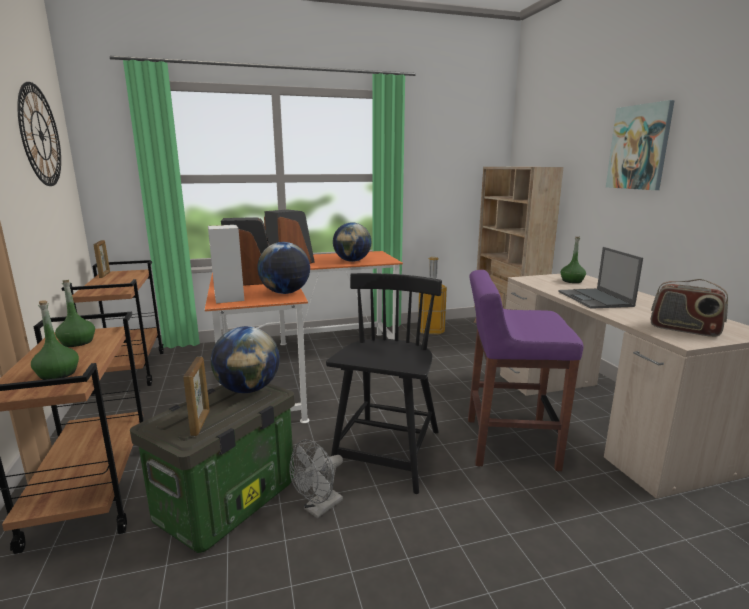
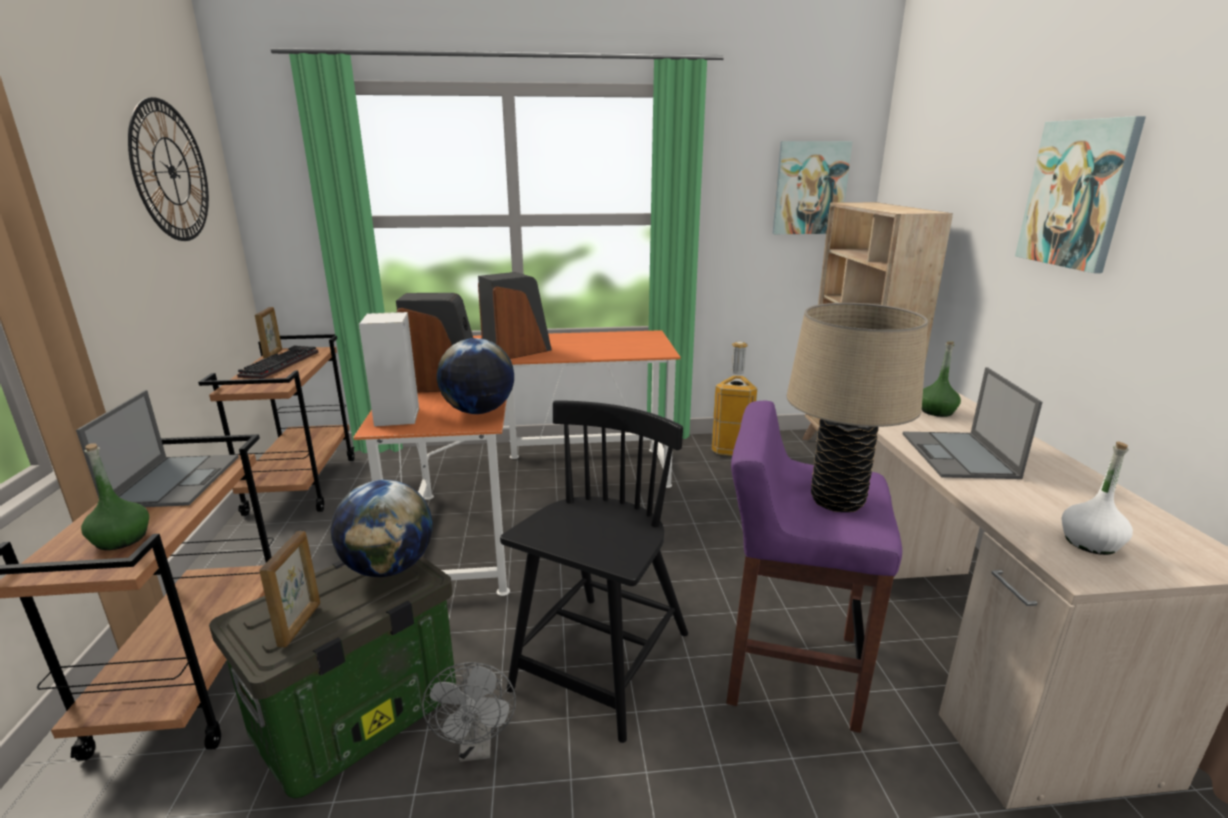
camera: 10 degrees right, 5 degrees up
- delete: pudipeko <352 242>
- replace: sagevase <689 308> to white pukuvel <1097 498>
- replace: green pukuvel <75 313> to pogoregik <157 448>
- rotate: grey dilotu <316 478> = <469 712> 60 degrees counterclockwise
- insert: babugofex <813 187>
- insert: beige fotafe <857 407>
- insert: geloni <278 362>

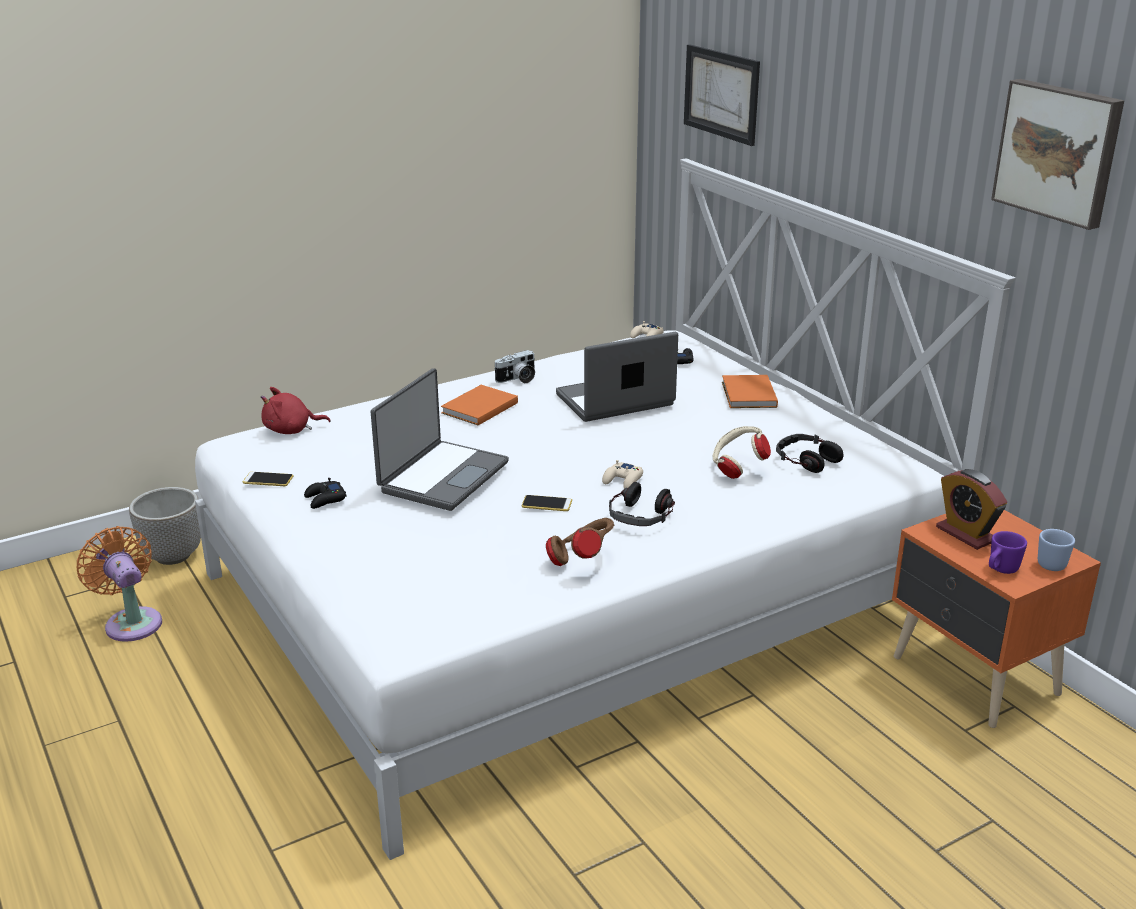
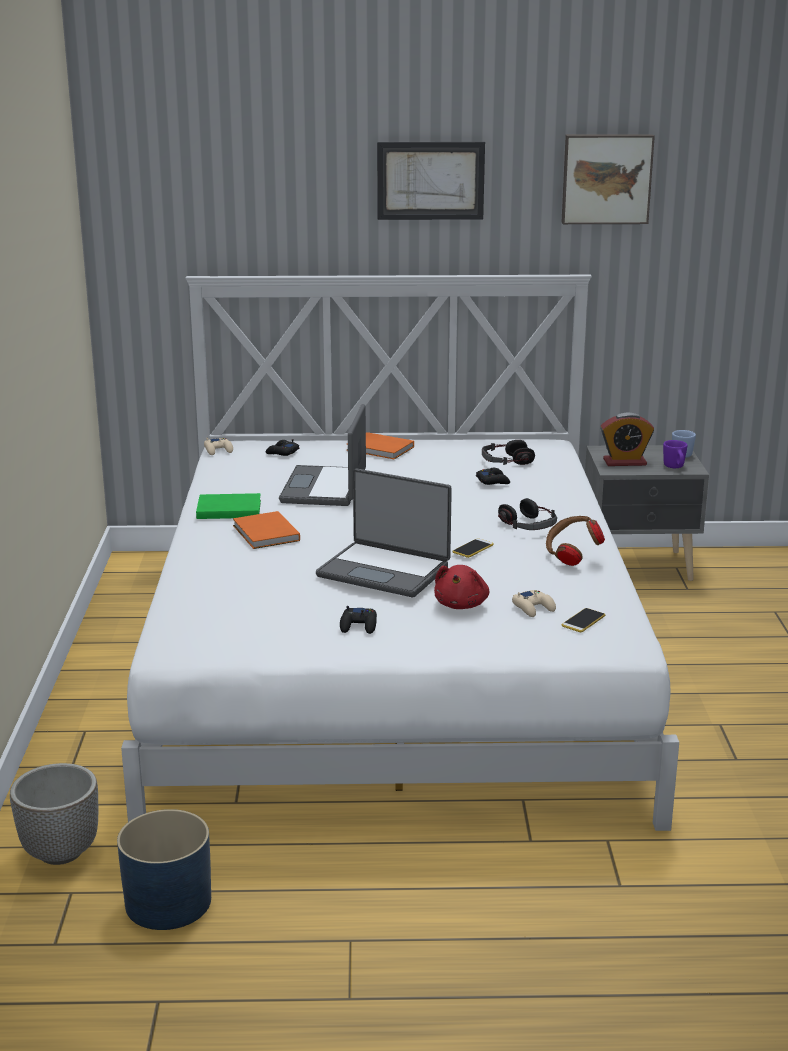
camera: 60 degrees left, 5 degrees down
- move: babugofex <722 95> to <431 181>
- replace: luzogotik <514 366> to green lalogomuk <228 506>
- rotate: pogoregik <440 439> = <384 532> 150 degrees clockwise
- move: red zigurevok <295 410> to <461 587>
- replace: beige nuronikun <742 452> to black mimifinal <493 476>
- move: beige mimifinal <622 474> to <534 603>
- move: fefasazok <268 479> to <583 620>
- recolor: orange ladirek <996 619> to grey ladirek <647 513>
- replace: orange dilotu <119 584> to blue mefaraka <164 869>

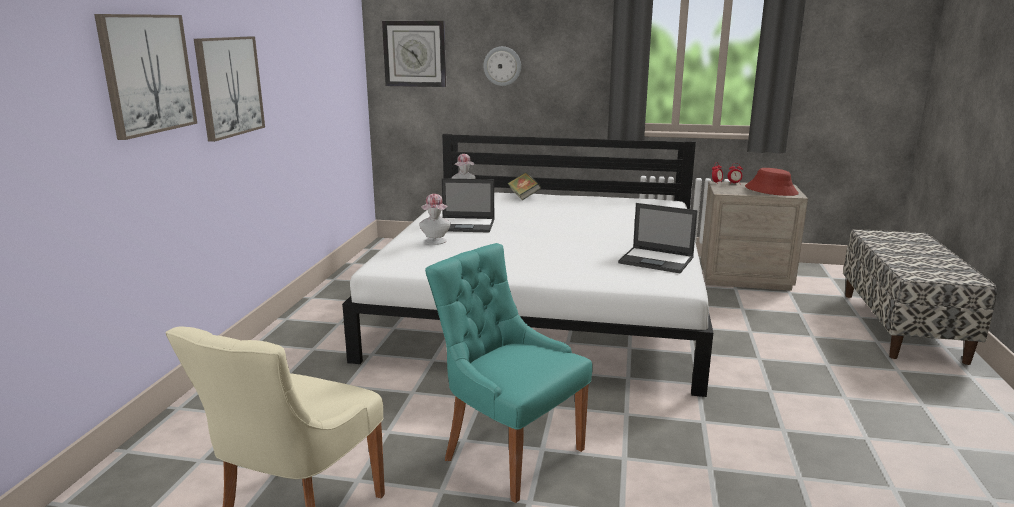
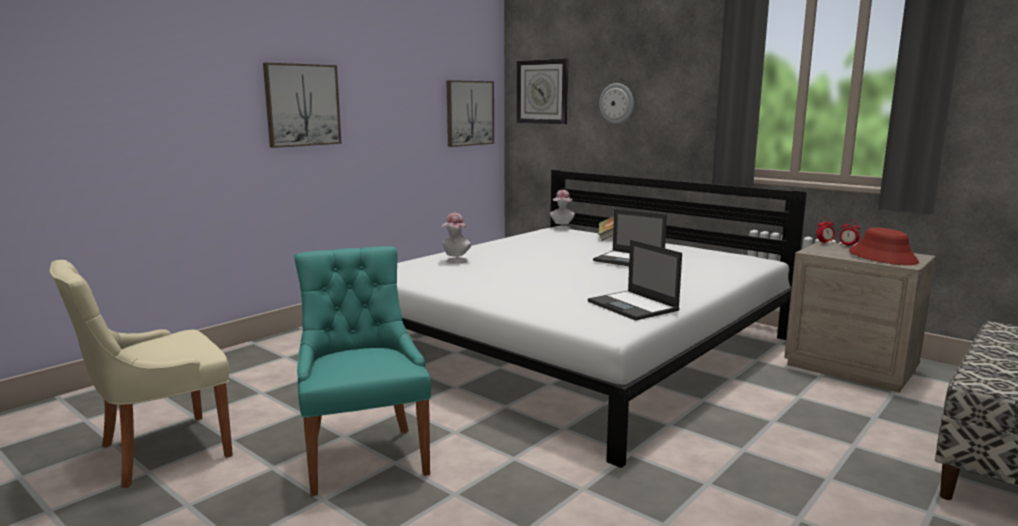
camera: 30 degrees right, 5 degrees down
- move: babugofex <145 77> to <470 113>
- move: pogoregik <468 205> to <630 237>

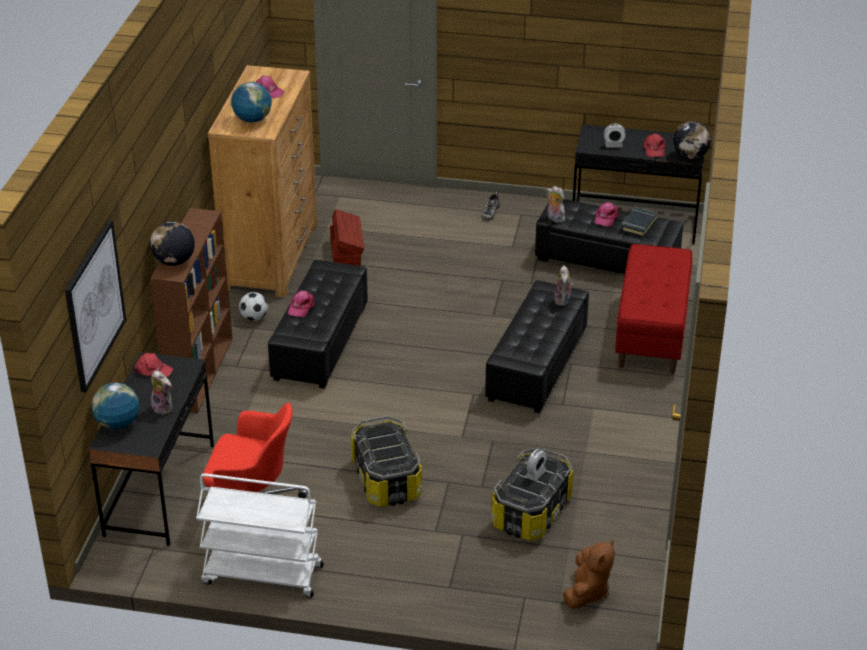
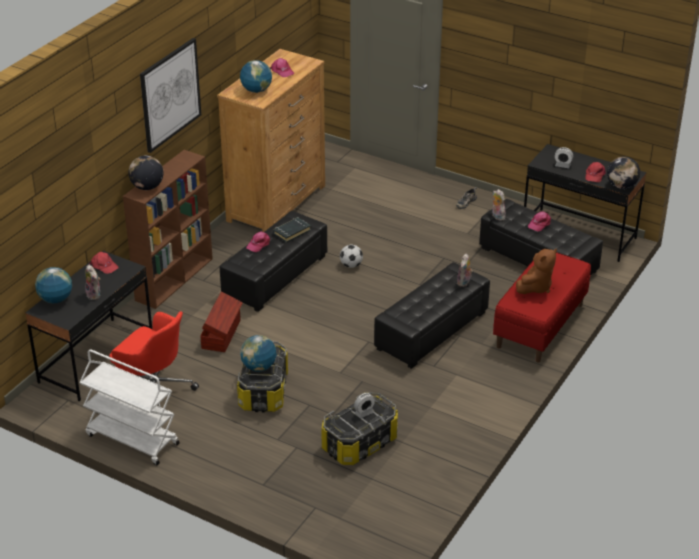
camera: 20 degrees right, 0 degrees up
- move: black lalogomuk <639 222> to <292 230>
- move: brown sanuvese <347 237> to <221 322>
- move: babugofex <95 306> to <170 95>
- move: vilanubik <253 306> to <351 256>
- move: brown zigurevok <589 574> to <536 271>
- insert: pudipeko <258 353>

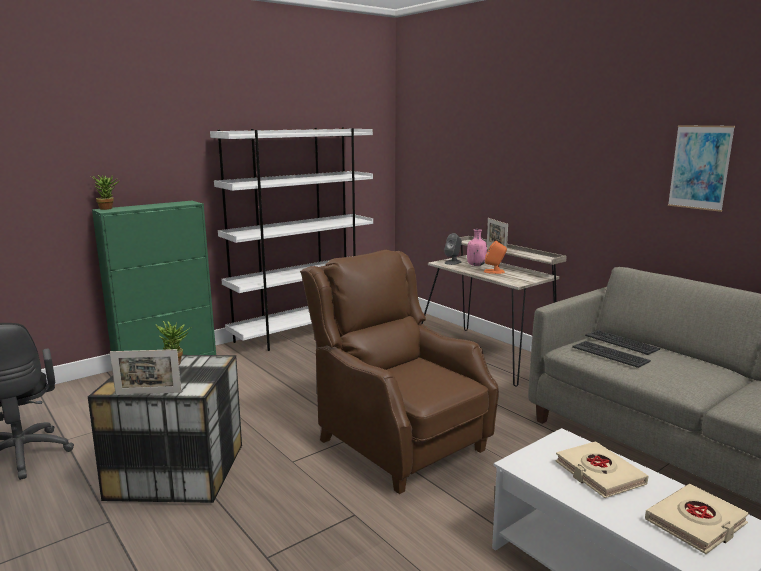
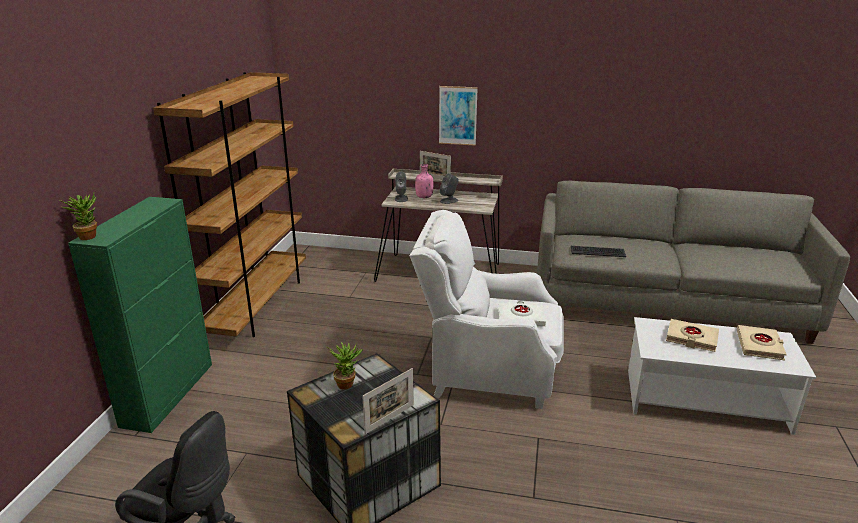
camera: 40 degrees left, 10 degrees up
- move: babugofex <701 168> to <458 116>
- recolor: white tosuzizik <291 239> to brown tosuzizik <229 204>
- recolor: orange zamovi <495 257> to grey zamovi <449 188>
- recolor: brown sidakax <399 372> to white sidakax <486 309>
- delete: geloni <622 342>
- insert: white lalogomuk <522 313>

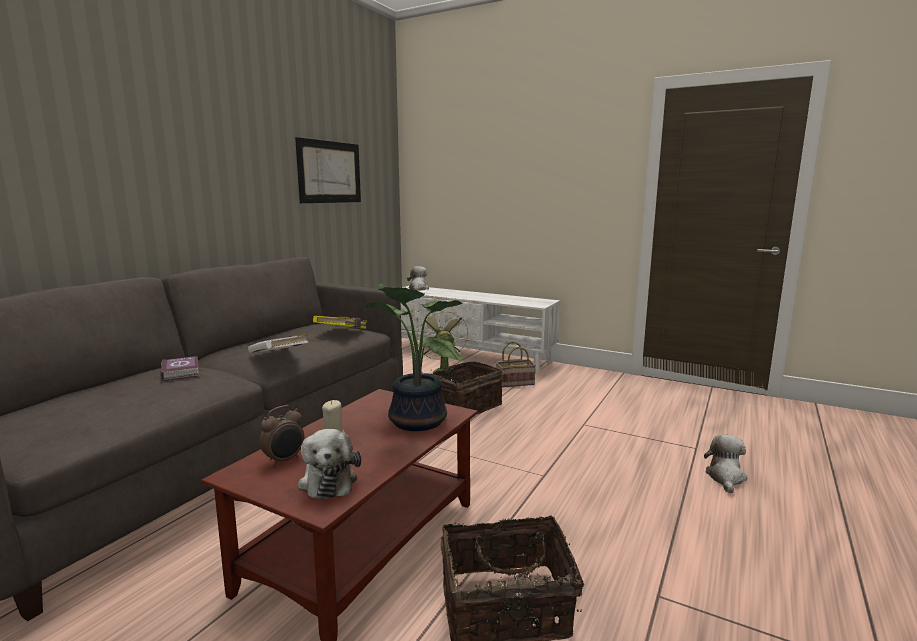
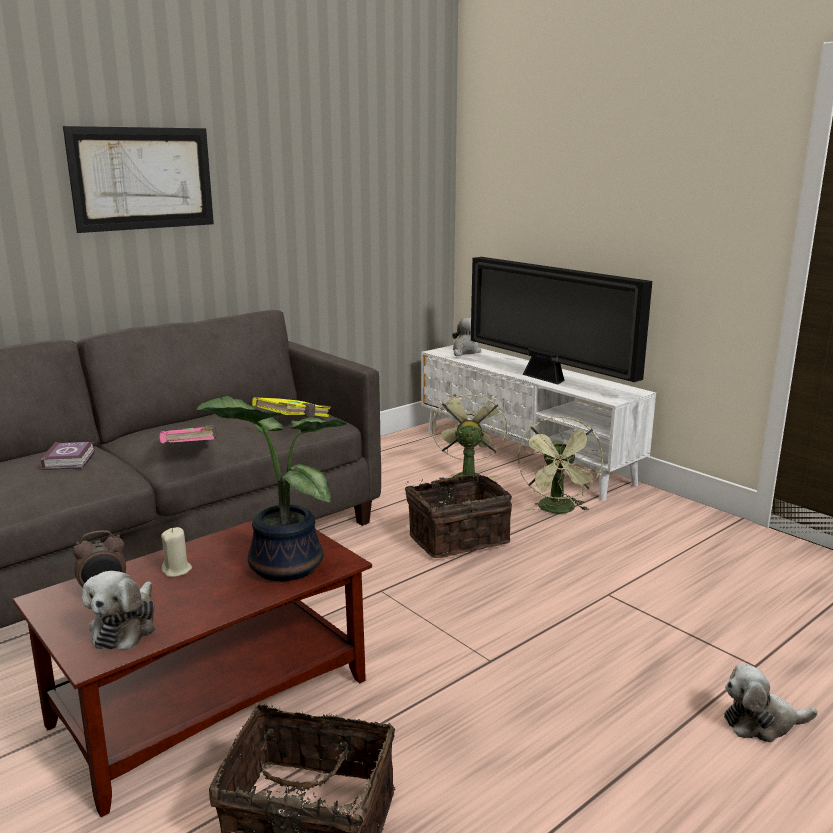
camera: 20 degrees right, 5 degrees up
- move: babugofex <328 170> to <138 179>
- recolor: white lalogomuk <278 343> to pink lalogomuk <188 434>
- replace: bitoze <516 365> to green dilotu <560 465>
- rotate: zigurevok <725 464> = <771 703> 135 degrees counterclockwise
- insert: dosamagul <561 321>

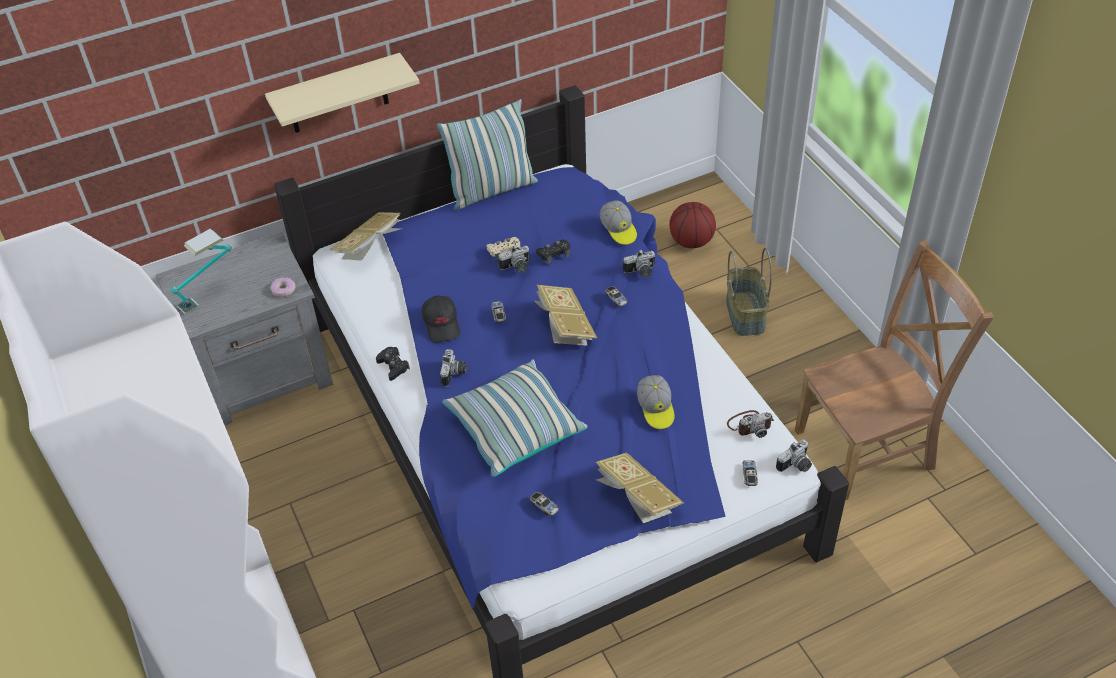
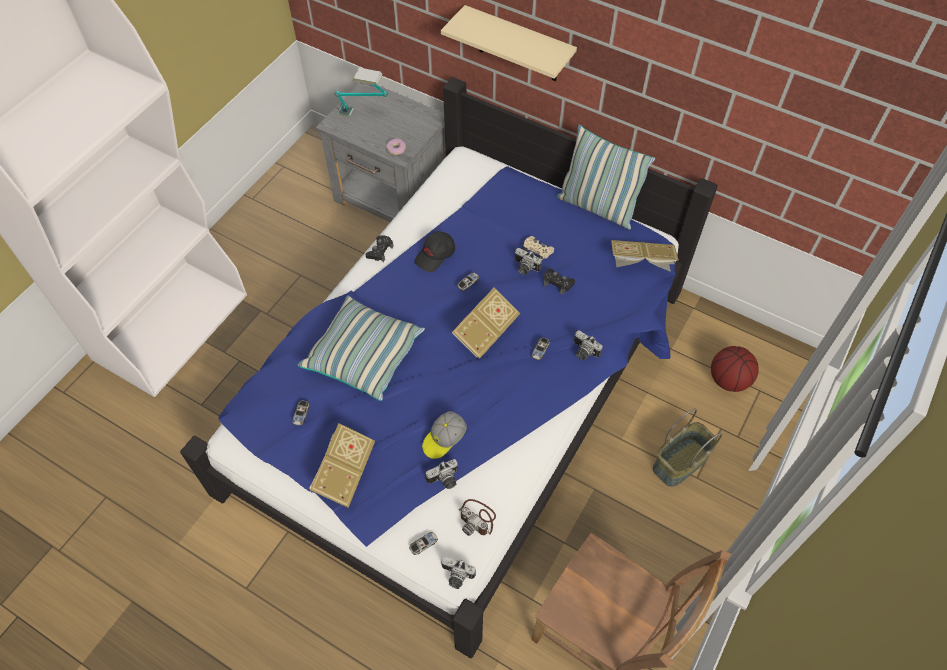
camera: 55 degrees right, 10 degrees up
- delete: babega <618 222>
- move: lalogomuk <365 236> to <645 256>
- move: luzogotik <453 368> to <441 474>

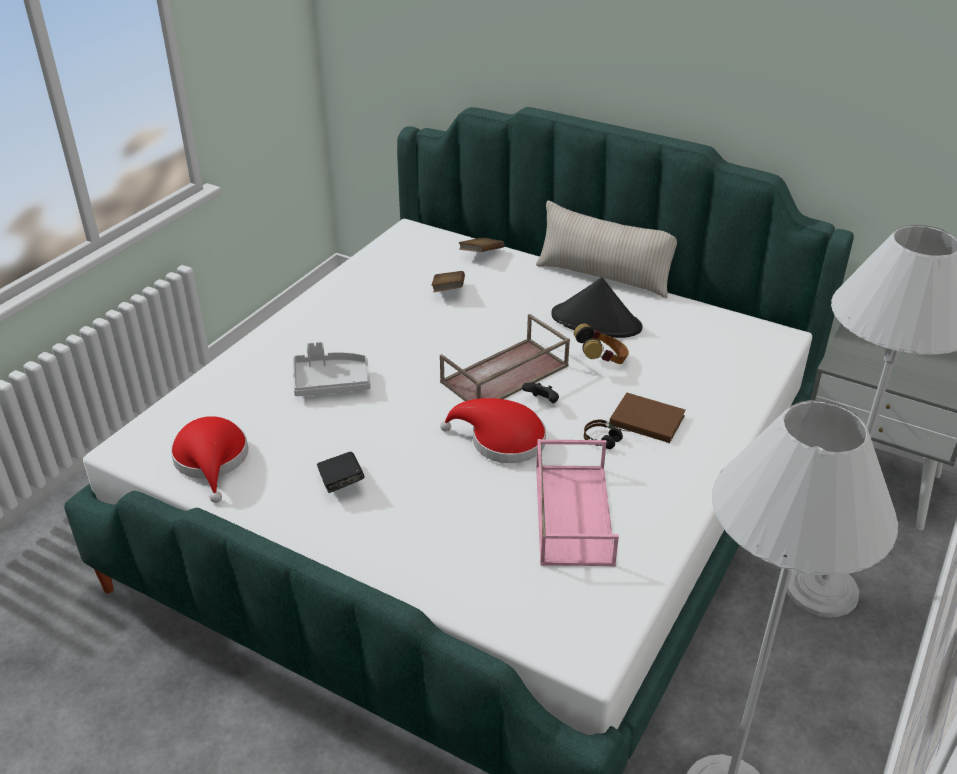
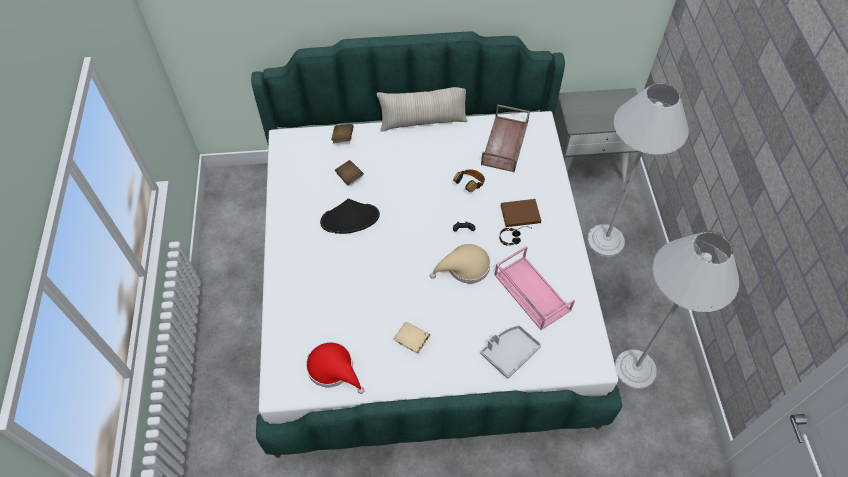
camera: 35 degrees left, 20 degrees up
- move: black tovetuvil <597 307> to <350 216>
- move: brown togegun <505 357> to <505 138>
- move: grey togegun <332 369> to <510 352>
- recolor: red tovetuvil <493 430> to beige tovetuvil <460 263>
- recolor: black lalogomuk <341 472> to beige lalogomuk <412 338>

